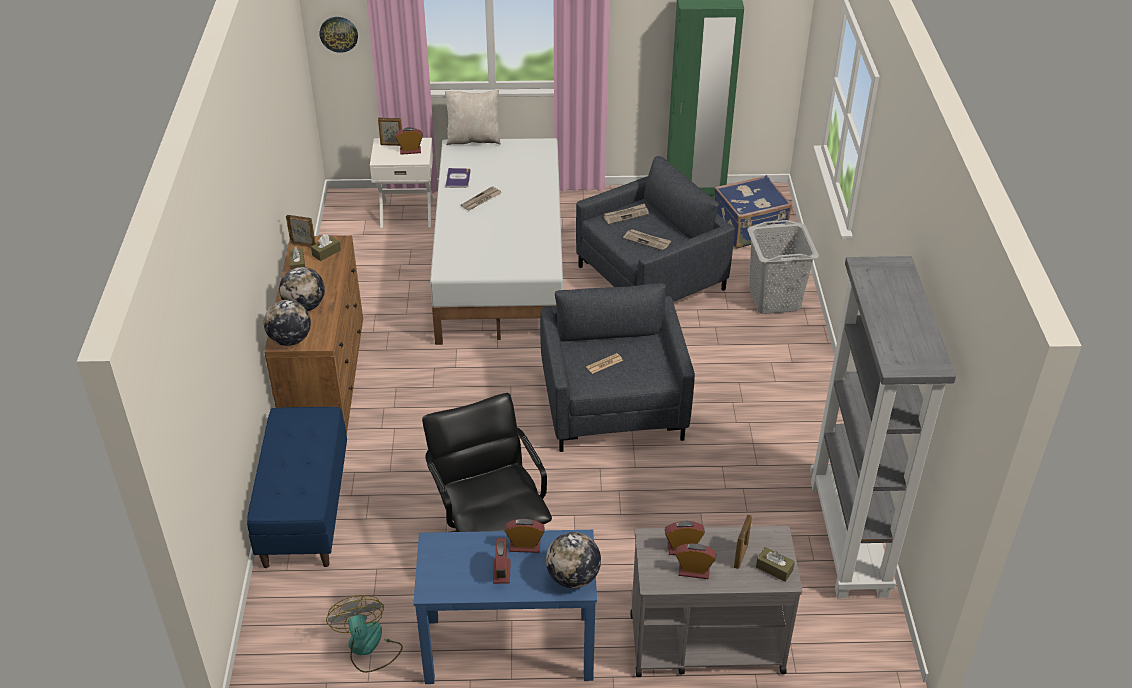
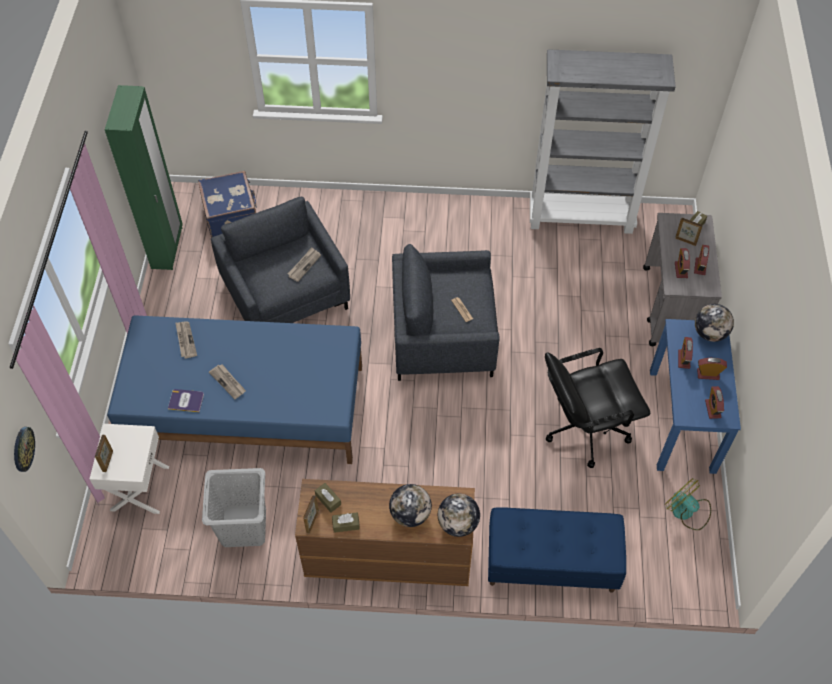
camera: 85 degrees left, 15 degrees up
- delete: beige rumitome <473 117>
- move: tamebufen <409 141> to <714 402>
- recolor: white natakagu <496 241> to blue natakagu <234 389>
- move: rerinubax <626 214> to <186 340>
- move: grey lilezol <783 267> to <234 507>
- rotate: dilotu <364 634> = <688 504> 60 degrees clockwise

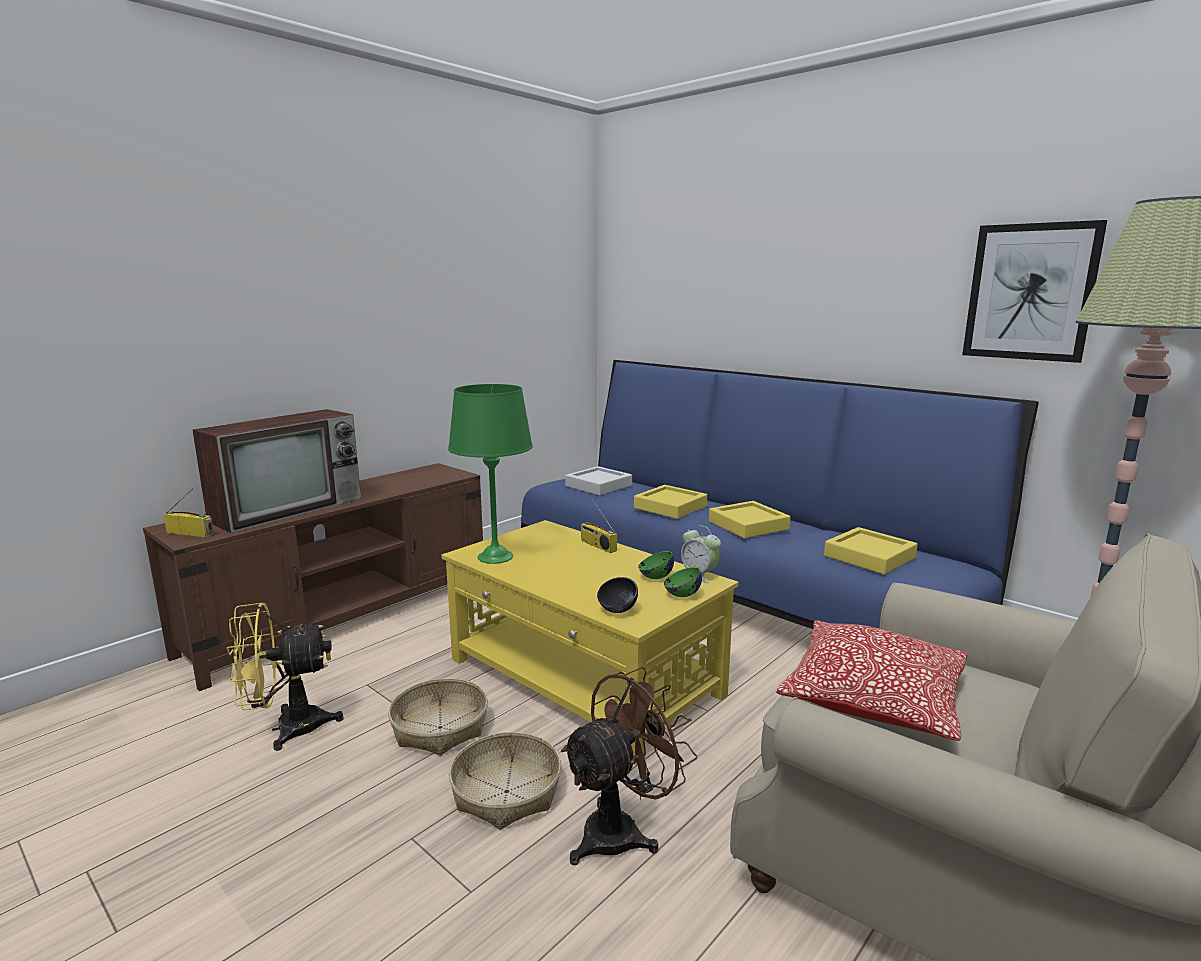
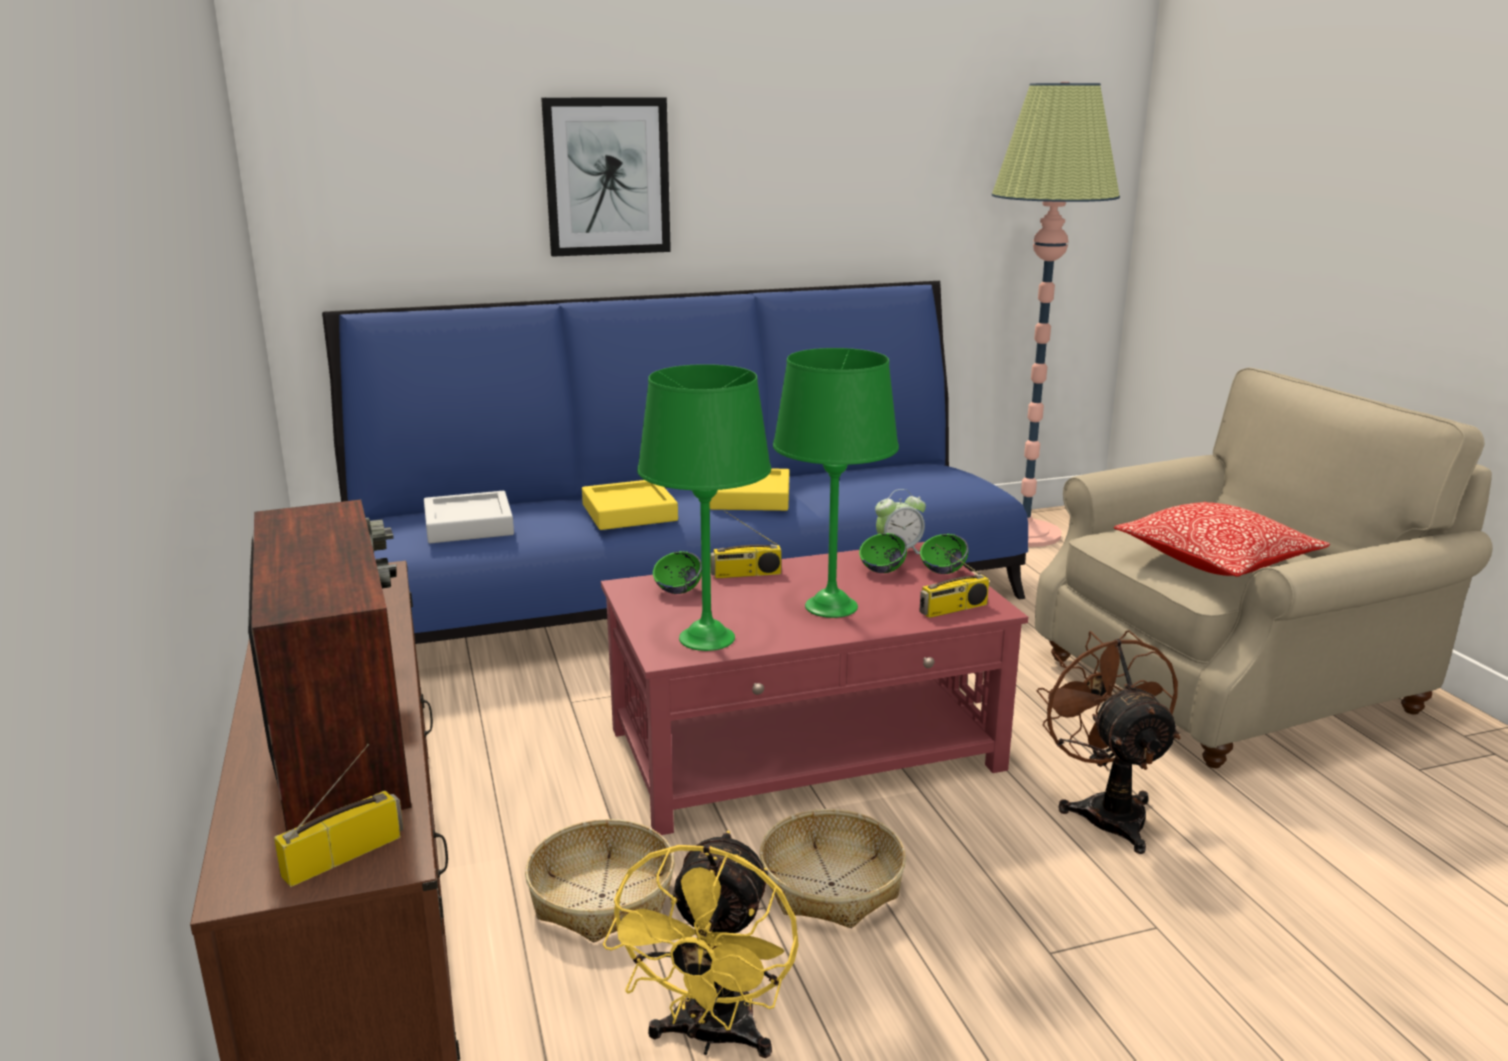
camera: 60 degrees left, 5 degrees up
- move: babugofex <1034 291> to <606 177>
- recolor: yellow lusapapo <590 642> to red lusapapo <814 688>
- delete: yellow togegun <871 550>
- replace: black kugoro <617 595> to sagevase <954 581>
- move: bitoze <505 781> to <600 880>
- insert: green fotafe <836 483>
- insert: green kugoro <677 572>

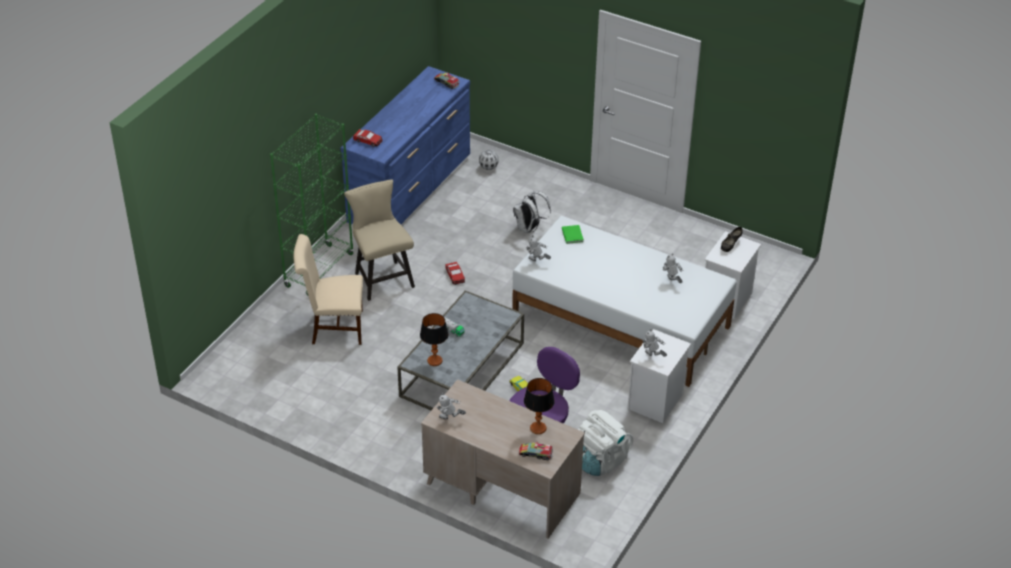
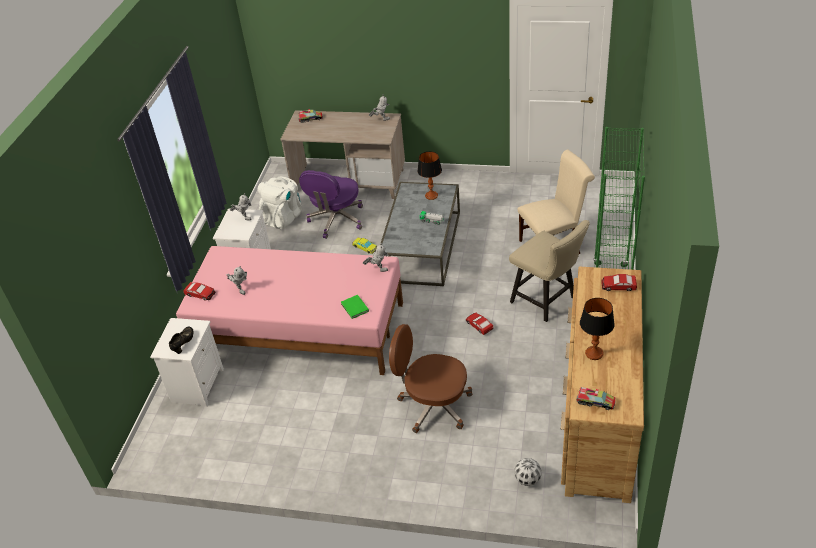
camera: 165 degrees right, 0 degrees up
- recolor: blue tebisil <405 145> to brown tebisil <602 384>
- replace: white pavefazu <532 211> to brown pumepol <431 378>
- recolor: white natakagu <624 301> to pink natakagu <289 310>
- move: fotafe <539 406> to <597 329>
- insert: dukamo <199 291>

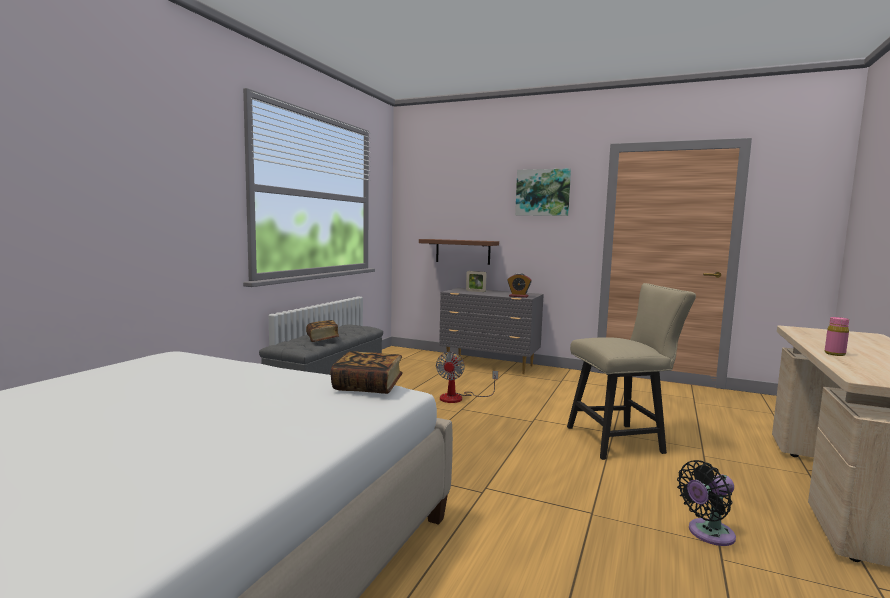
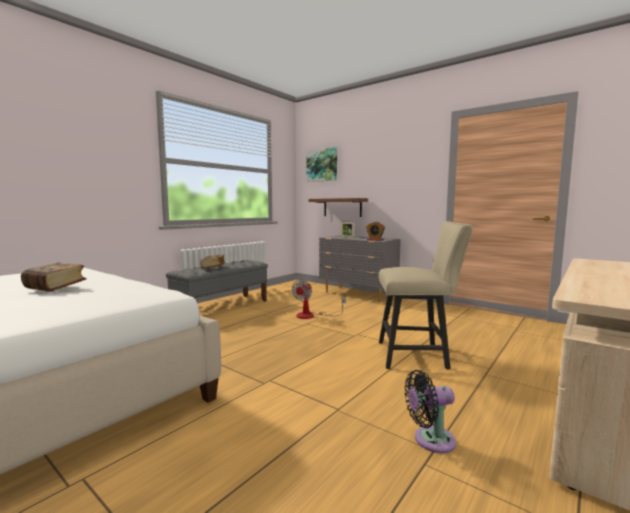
camera: 15 degrees right, 0 degrees up
- move: babugofex <543 192> to <321 164>
- delete: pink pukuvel <837 336>
- move: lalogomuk <366 372> to <54 277>

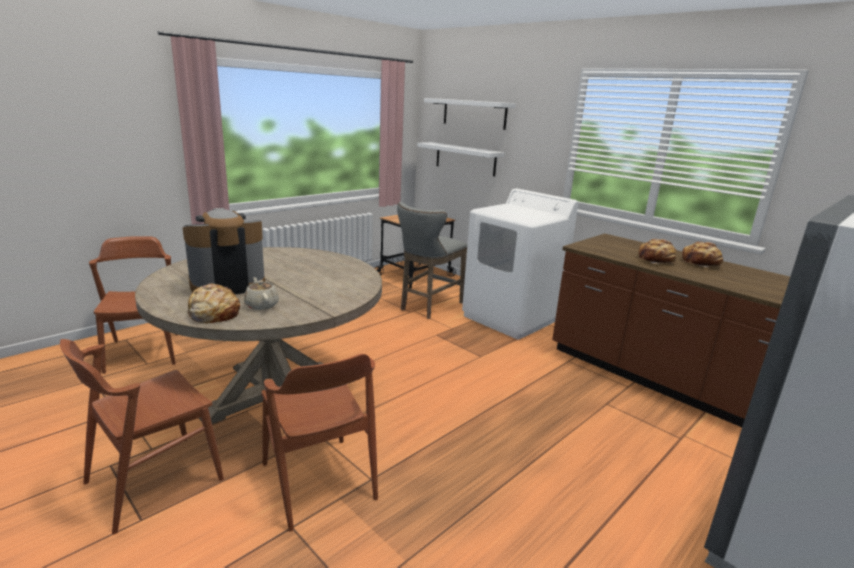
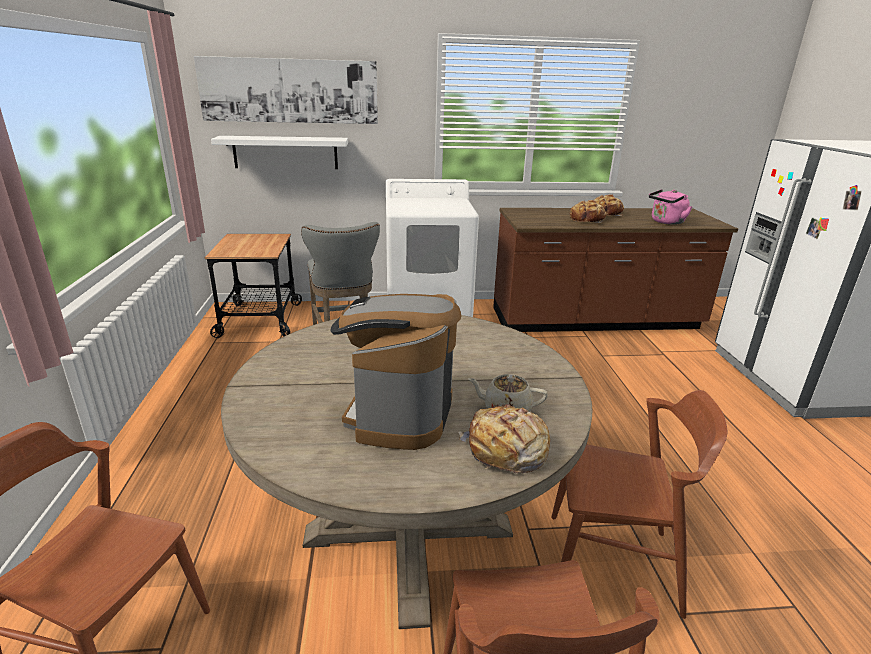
camera: 50 degrees left, 5 degrees up
- replace: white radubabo <470 114> to babugofex <286 90>
- insert: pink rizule <671 207>

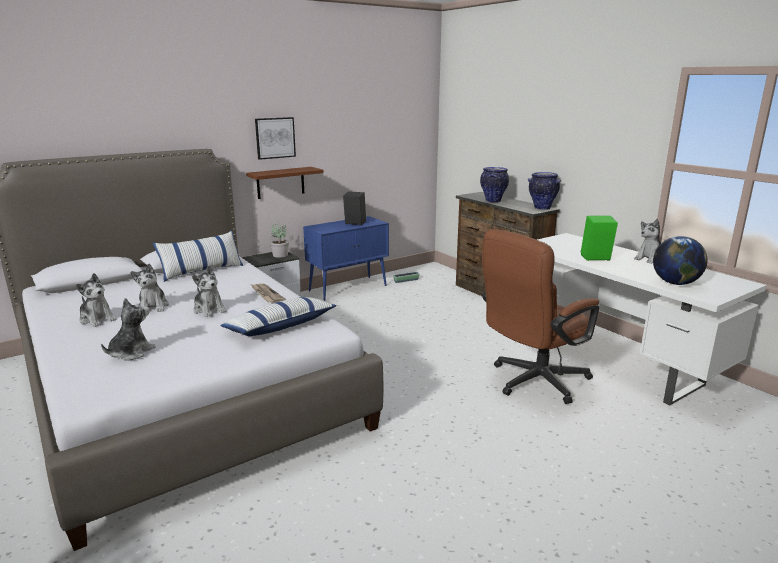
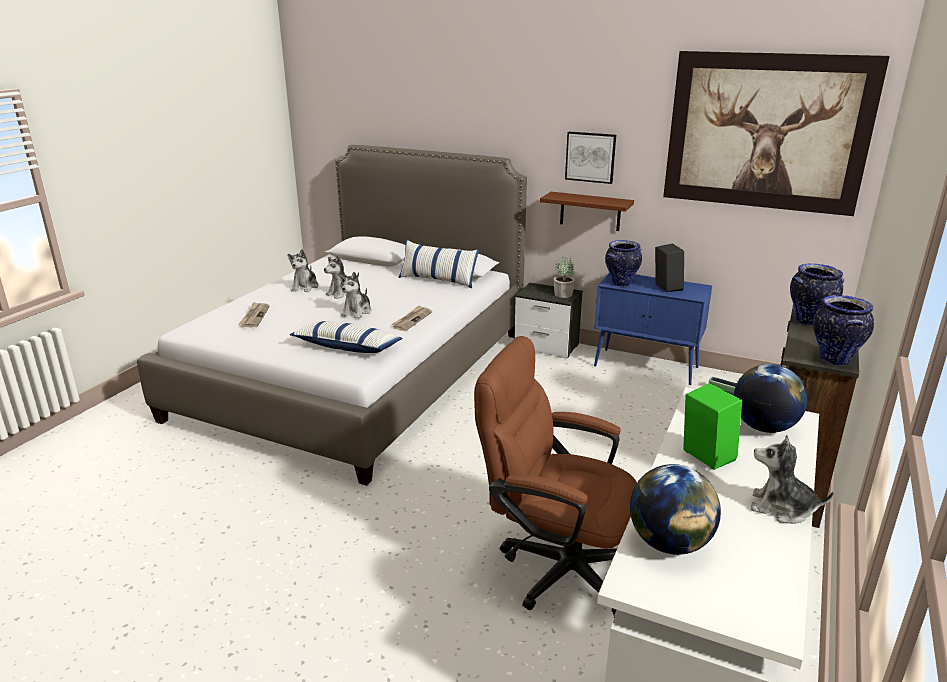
camera: 60 degrees right, 5 degrees up
- replace: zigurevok <128 329> to rerinubax <254 314>
- insert: babugofex <776 133>
- insert: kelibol <623 263>
- insert: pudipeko <770 398>

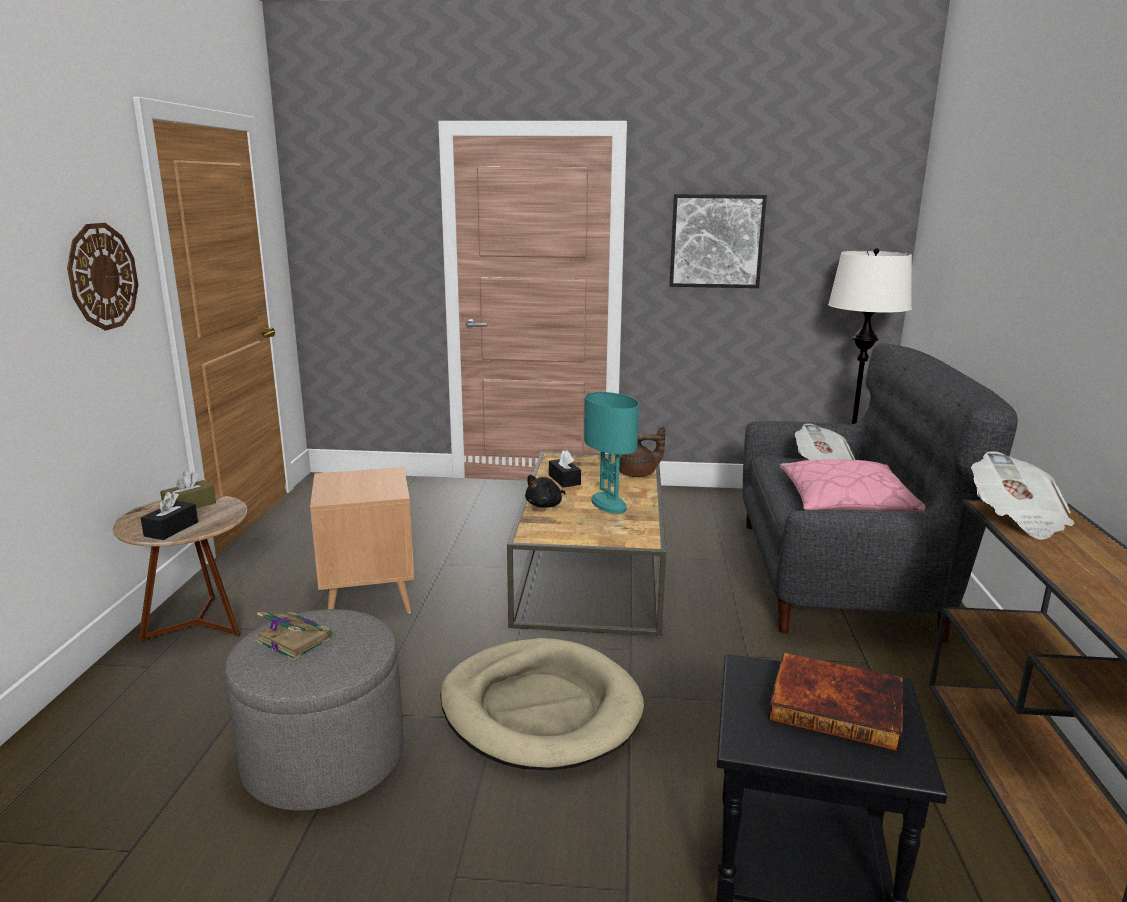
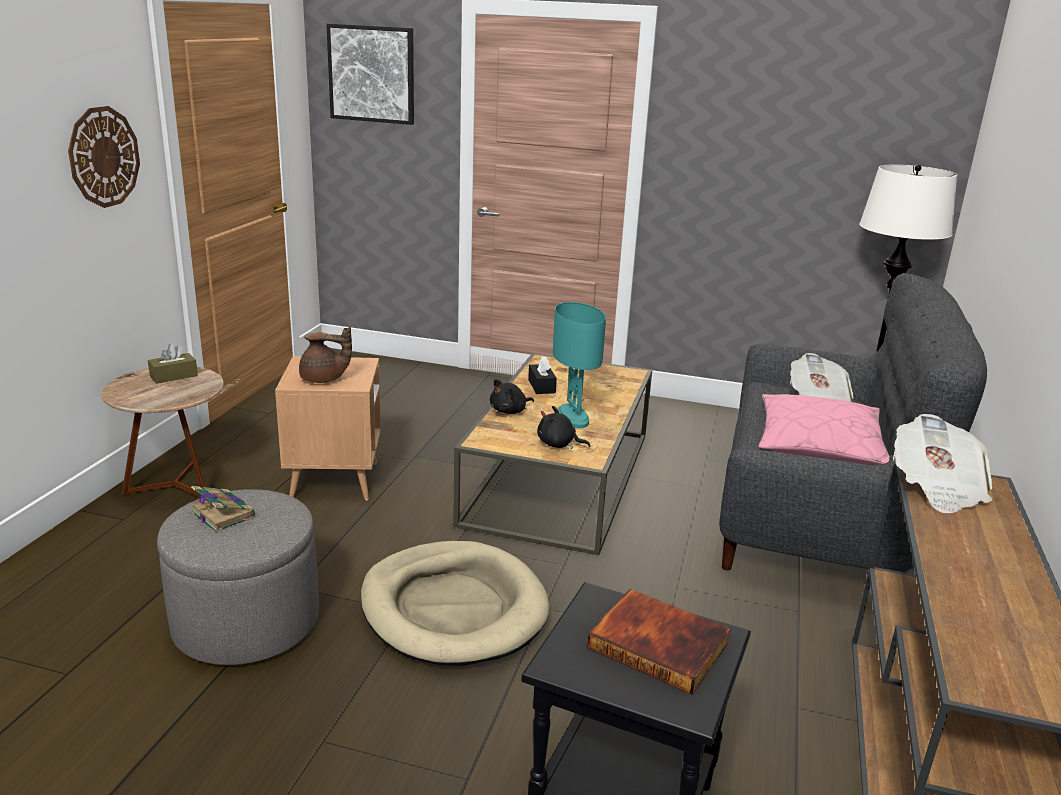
camera: 10 degrees right, 5 degrees up
- move: babugofex <718 241> to <370 74>
- move: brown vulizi <642 451> to <325 355>
- delete: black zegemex <169 516>
- insert: black zigurevok <563 427>

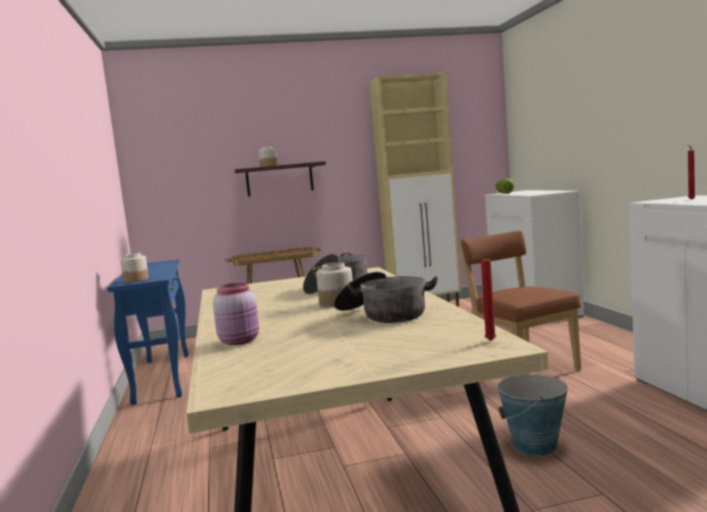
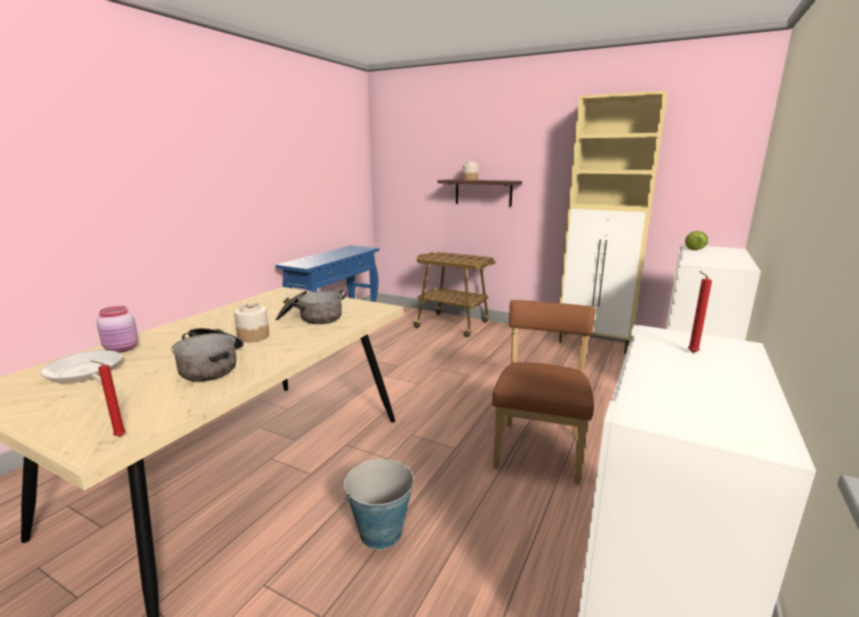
camera: 40 degrees right, 10 degrees up
- delete: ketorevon <134 268>
- insert: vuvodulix <81 367>

